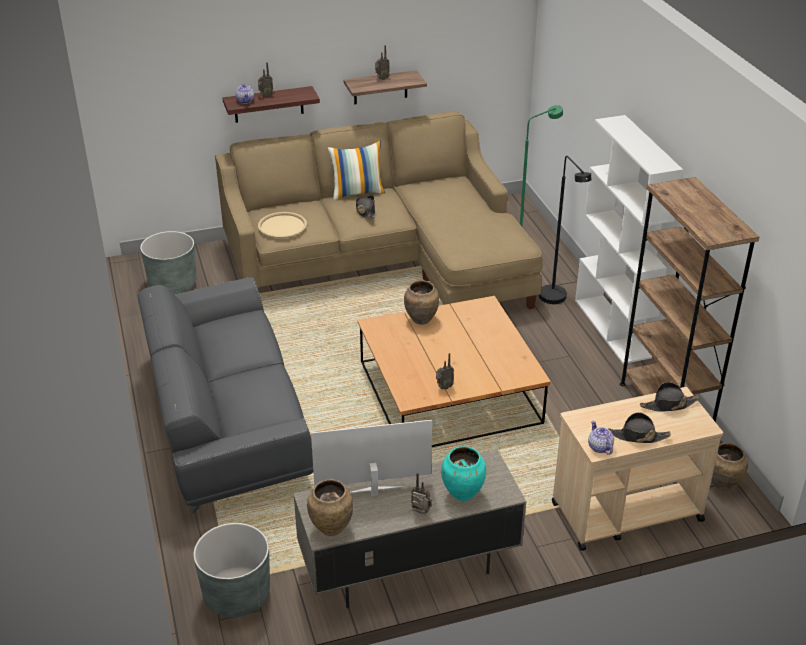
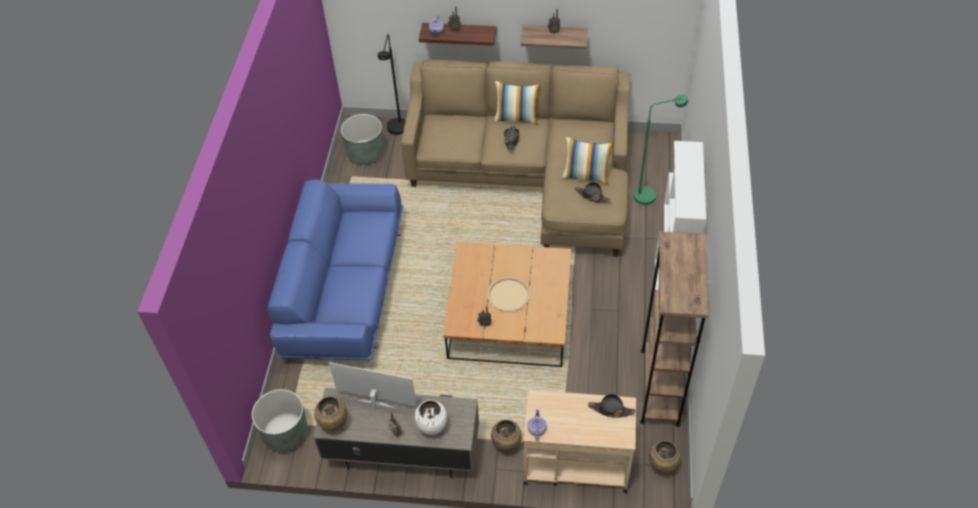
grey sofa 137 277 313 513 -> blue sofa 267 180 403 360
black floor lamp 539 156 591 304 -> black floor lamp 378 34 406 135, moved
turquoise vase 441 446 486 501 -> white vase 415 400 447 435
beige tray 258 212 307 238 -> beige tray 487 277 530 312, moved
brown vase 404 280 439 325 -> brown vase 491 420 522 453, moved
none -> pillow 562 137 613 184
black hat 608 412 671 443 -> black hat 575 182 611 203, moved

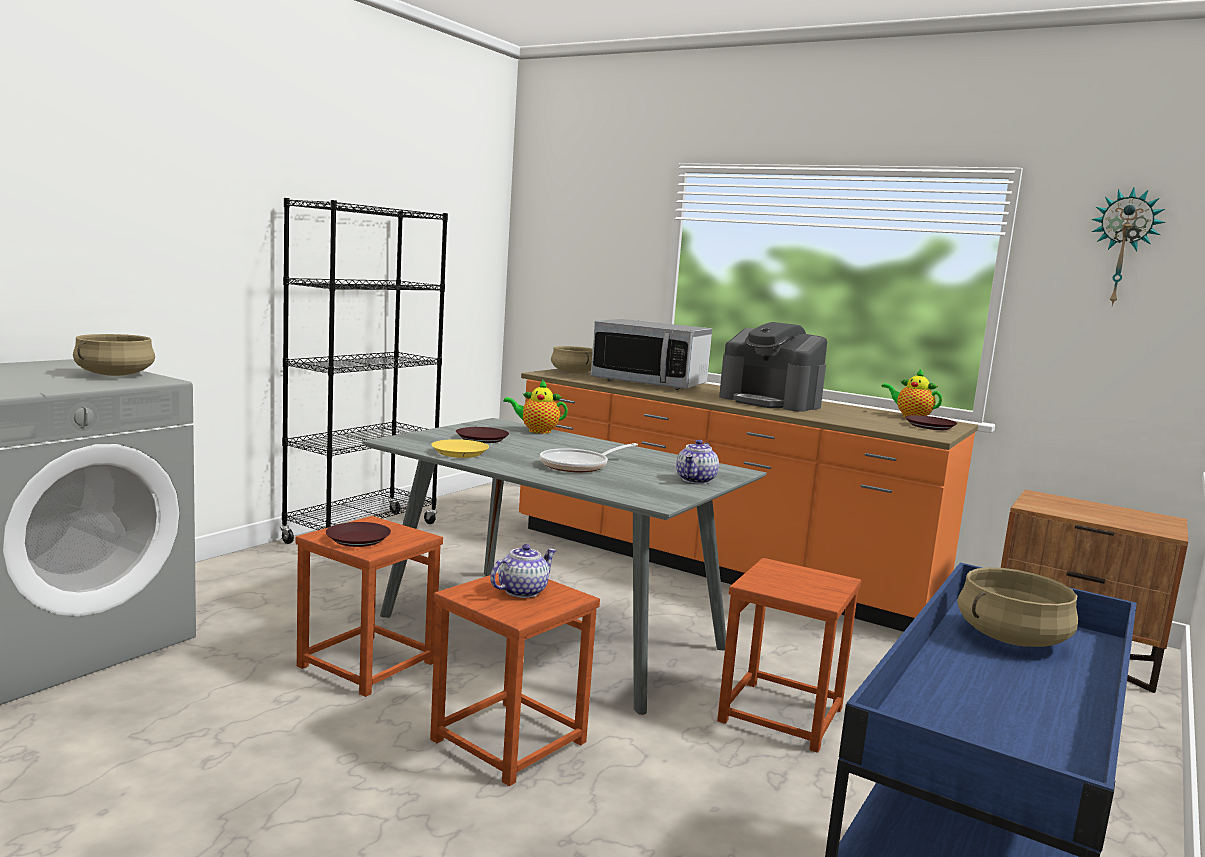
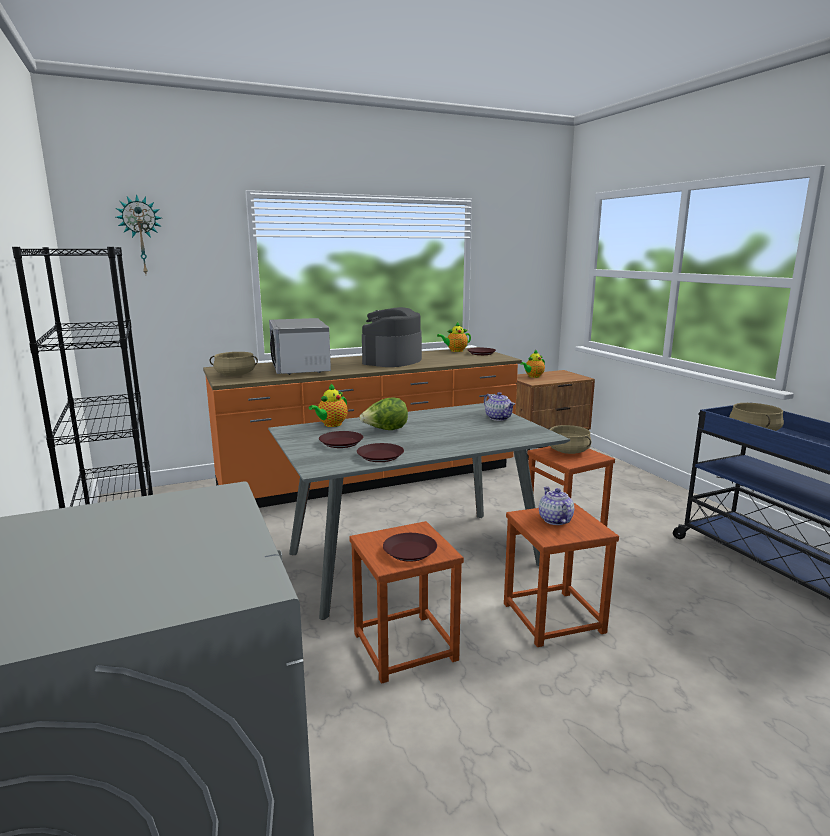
wall clock 1091 188 1165 306 -> wall clock 116 194 162 274, moved
microwave 591 319 712 390 -> microwave 269 318 331 375, 105 degrees clockwise
yellow plate 431 439 489 458 -> brown plate 357 443 404 462
none -> lettuce 359 397 408 430
coffee machine 719 322 827 412 -> coffee machine 362 307 422 367, 135 degrees clockwise
none -> teapot 521 349 545 378
beige cooking pot 73 334 155 376 -> beige cooking pot 548 425 591 454, moved
frying pan 540 443 638 472 -> none

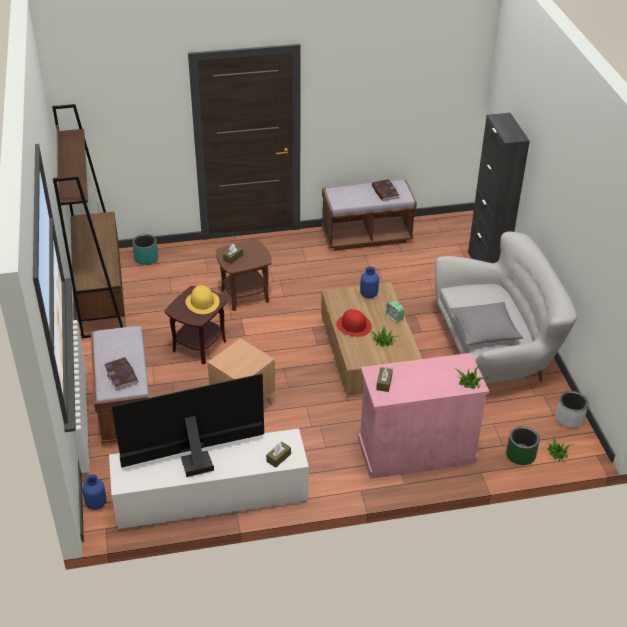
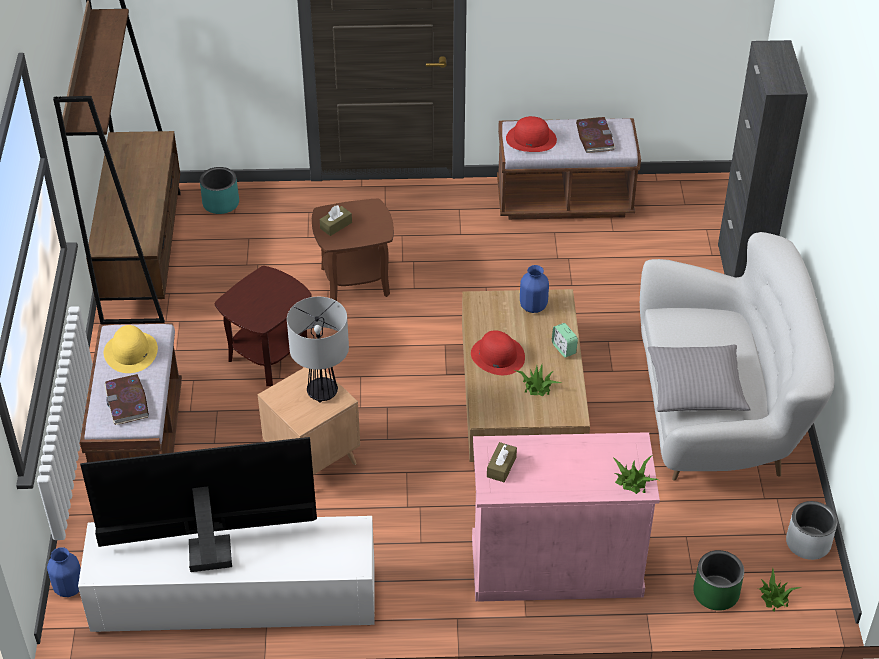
yellow hat 185 285 220 314 -> yellow hat 104 325 158 373, moved
none -> table lamp 287 297 349 403
none -> red hat 506 116 557 152
brown tissue box 266 442 291 468 -> none

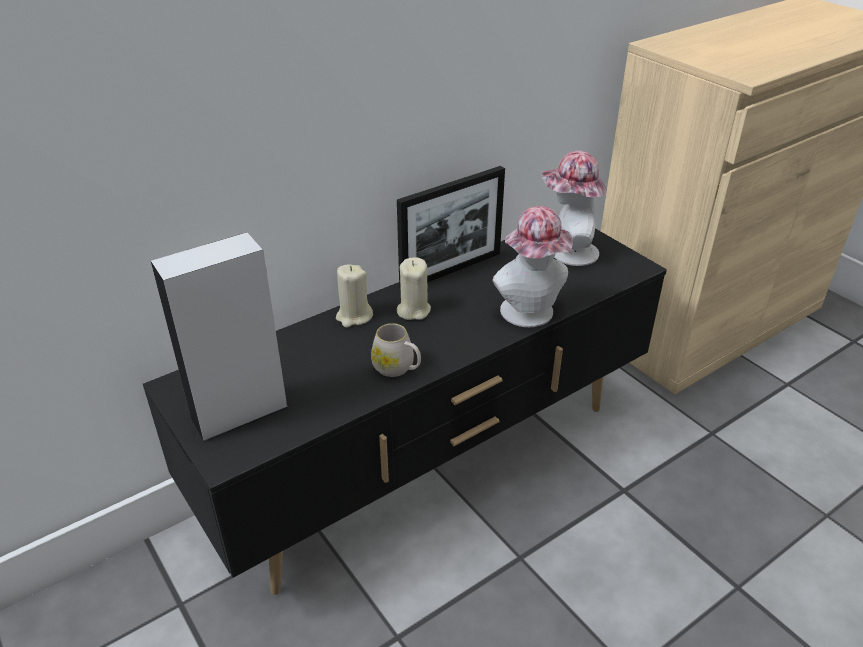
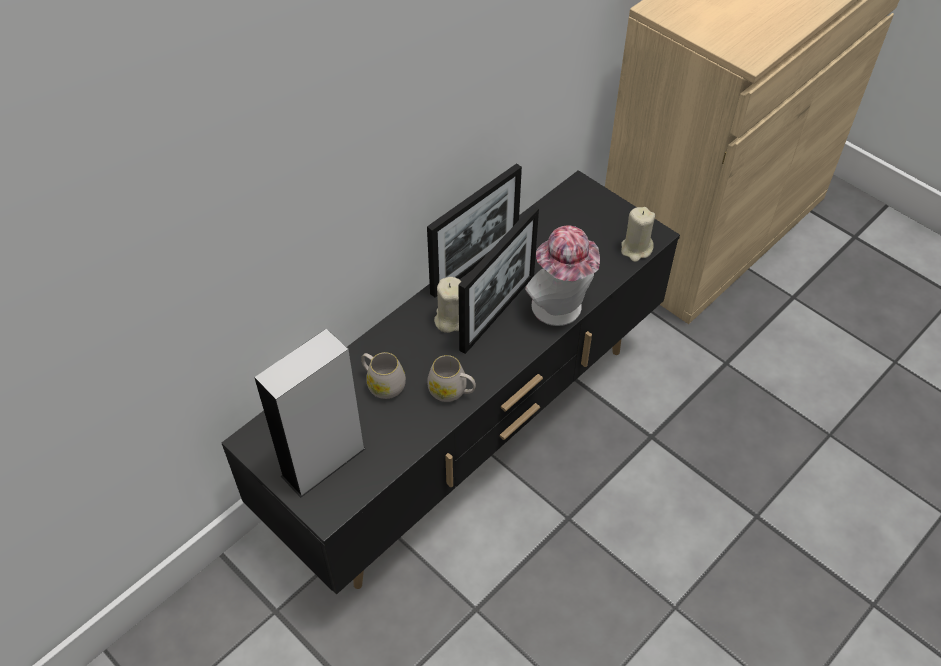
none -> white mug 361 352 406 399
none -> picture frame 458 206 539 354
beige candle 336 264 373 328 -> beige candle 621 207 656 262, moved
hat 541 151 607 266 -> none

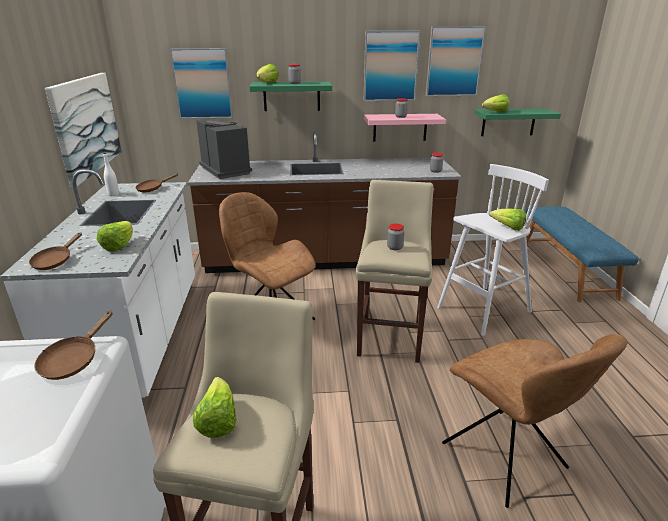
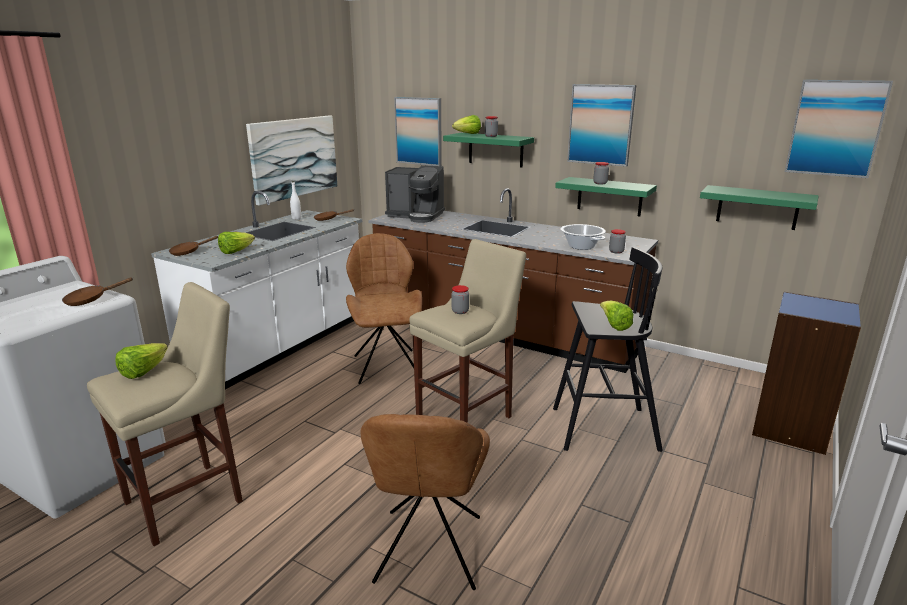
coffee machine 196 120 252 179 -> coffee machine 385 165 445 223, 105 degrees clockwise
white stool 437 164 549 336 -> black stool 553 247 663 452
pink shelf 364 114 446 142 -> green shelf 555 177 657 216
none -> cooking pot 561 224 606 250
blue bench 526 206 639 302 -> blue bookcase 752 292 861 455
picture 426 26 486 96 -> picture 785 80 893 178, moved
lettuce 482 94 509 112 -> none

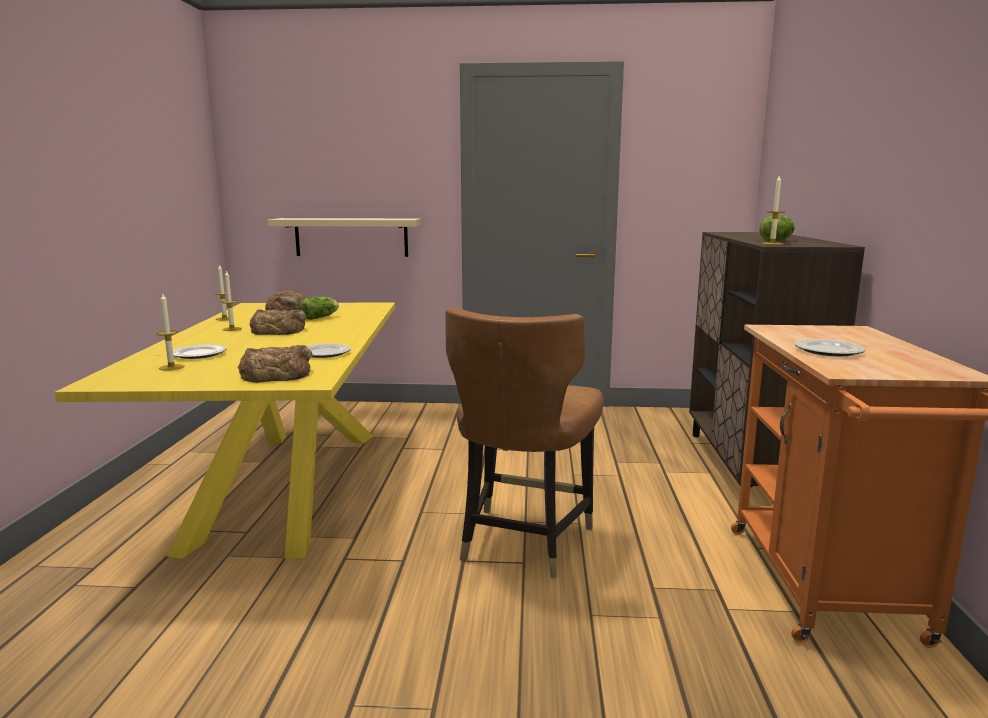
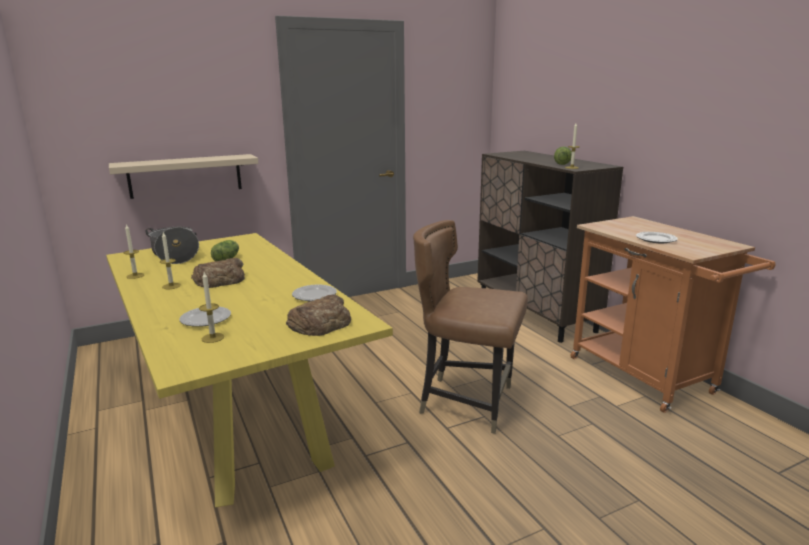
bread 265 290 305 311 -> cooking pot 146 227 199 264
brown chair 445 307 603 578 -> brown chair 413 220 528 434, 120 degrees clockwise

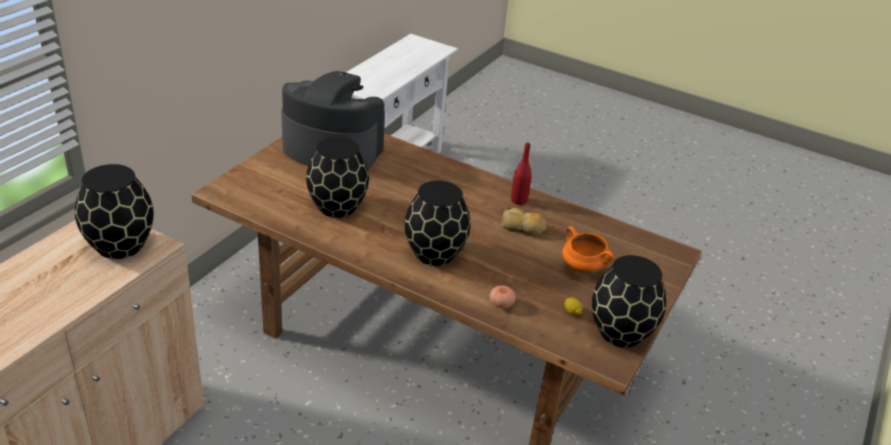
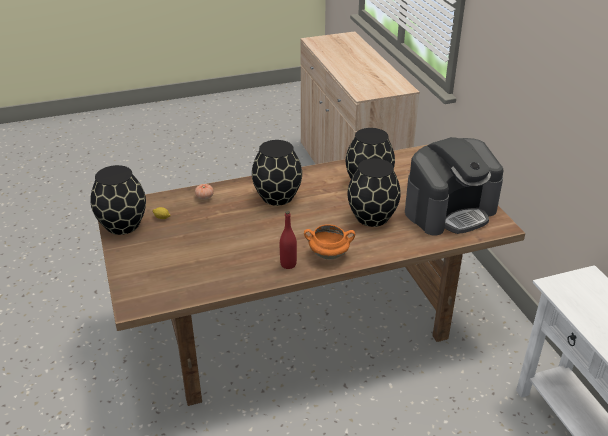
orange cooking pot 562 226 614 274 -> orange cooking pot 304 225 355 260, moved
black vase 75 164 154 259 -> black vase 347 158 401 227, moved
bread 501 208 547 236 -> none

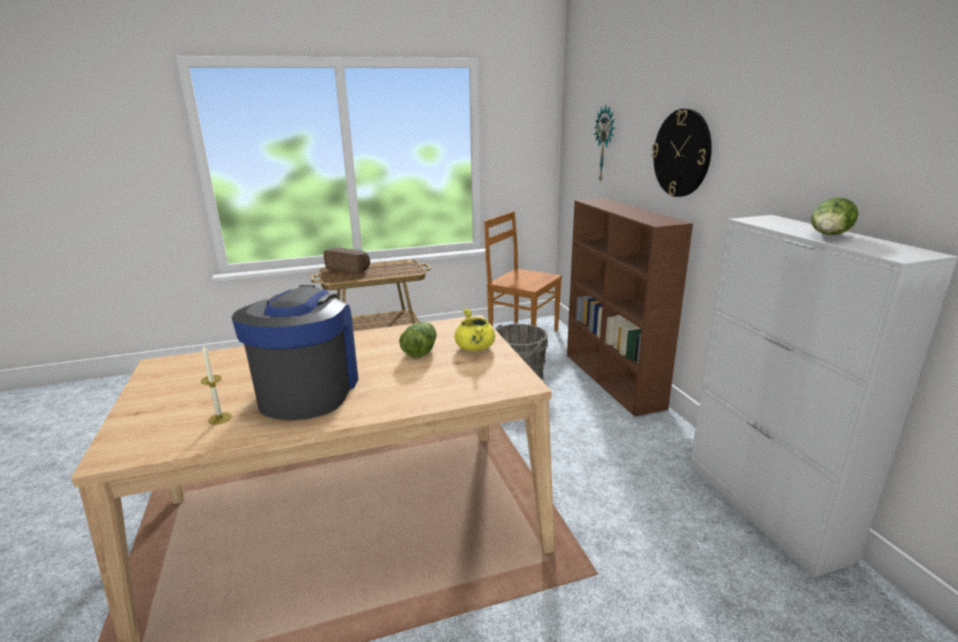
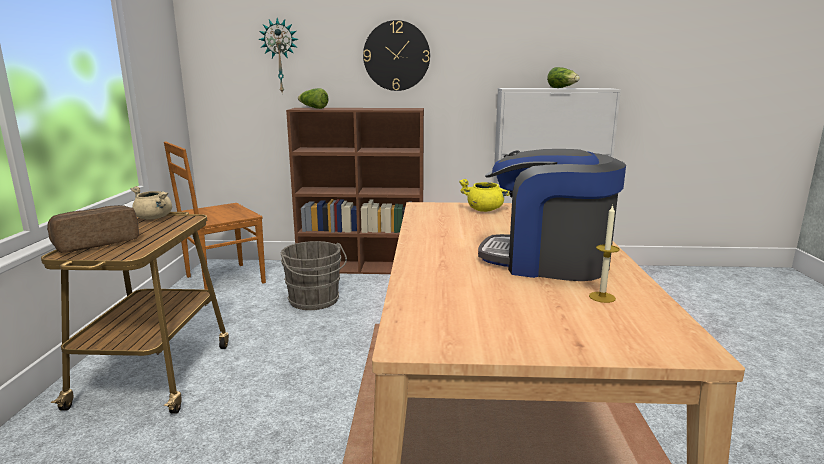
none -> beige cooking pot 130 186 172 220
lettuce 399 322 437 358 -> lettuce 298 88 329 109, moved

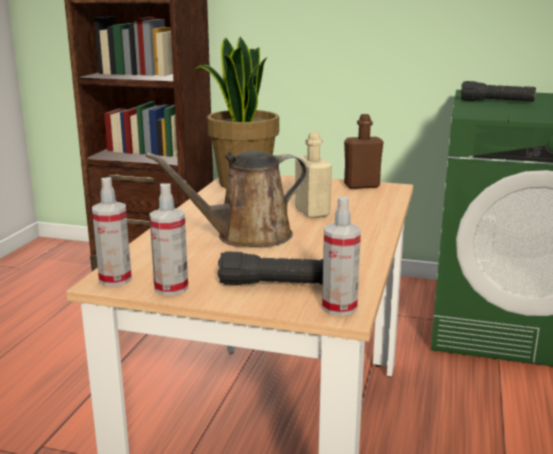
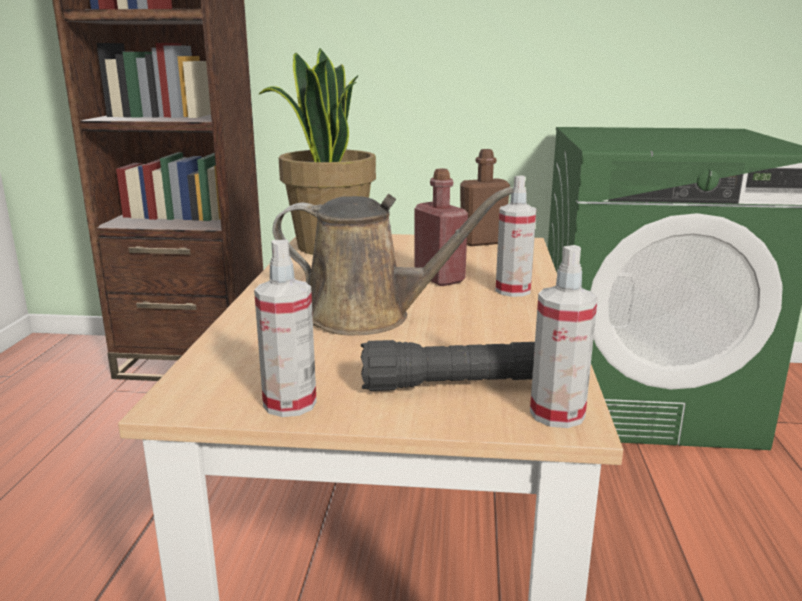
brown watering can 145 151 308 247 -> brown watering can 273 187 513 336, 135 degrees counterclockwise
beige bottle 295 132 332 218 -> red bottle 414 168 468 286
spray bottle 92 177 132 286 -> spray bottle 495 175 536 297, moved
black flashlight 460 81 536 102 -> none

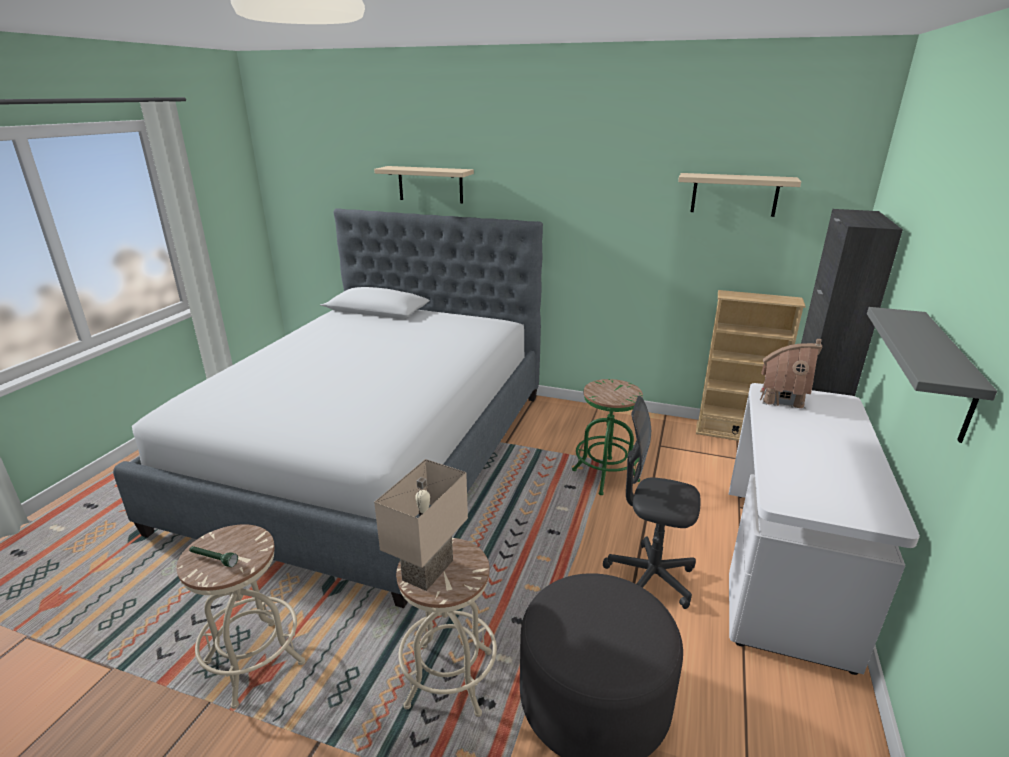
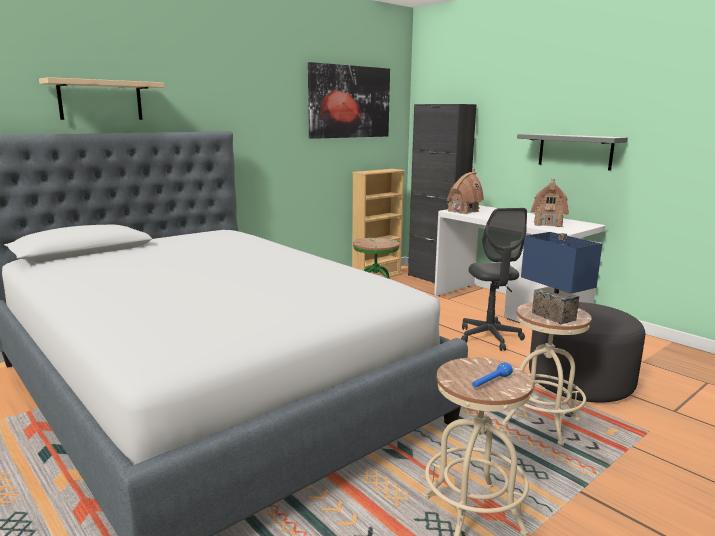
beige shelf 678 173 801 217 -> picture 308 62 390 139
grey office chair 603 396 701 609 -> grey office chair 461 208 527 351, 60 degrees counterclockwise
green flashlight 189 546 238 567 -> blue flashlight 472 362 513 388
beige table lamp 374 459 468 591 -> blue table lamp 521 232 602 324
none -> toy house 531 179 569 227

